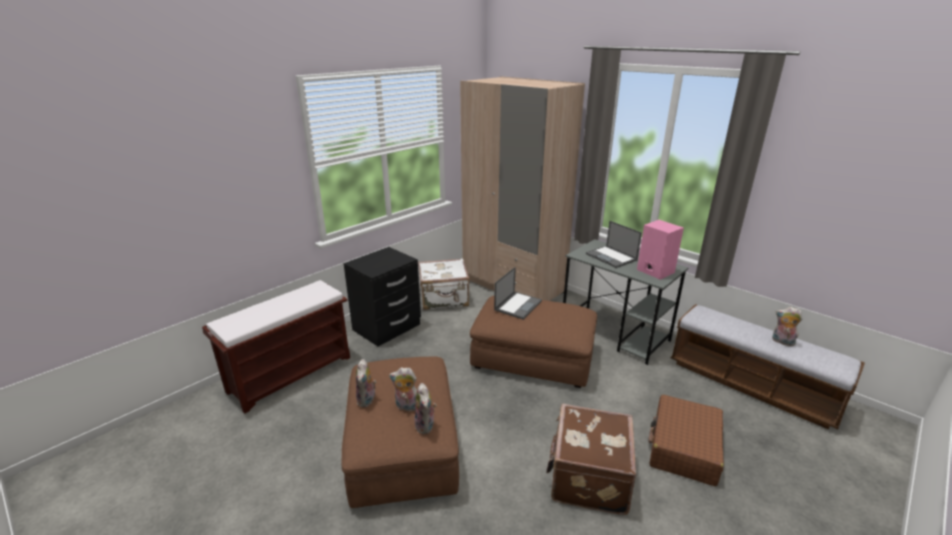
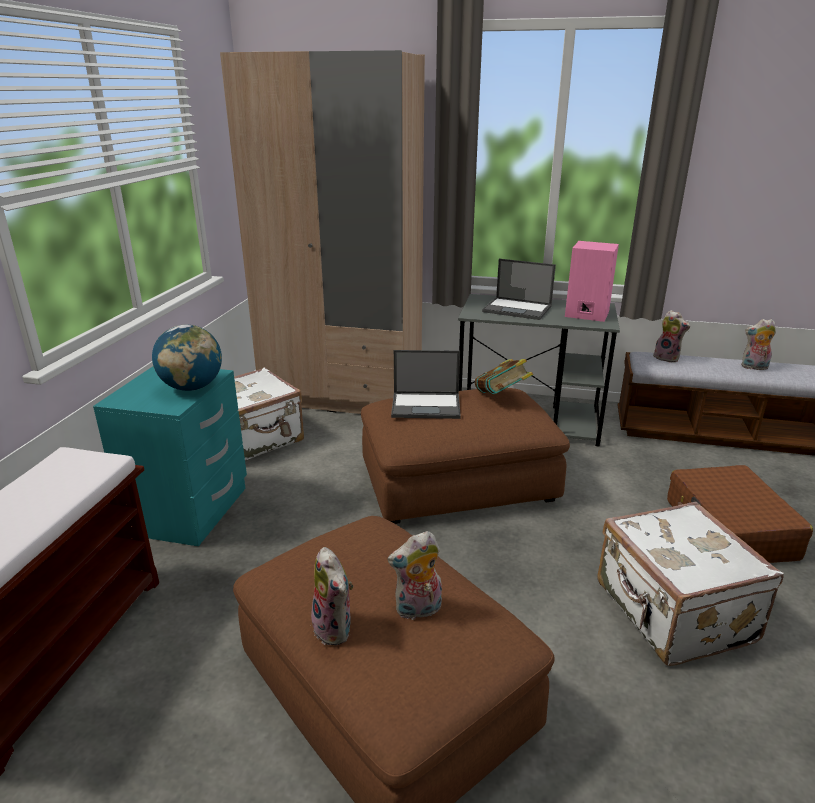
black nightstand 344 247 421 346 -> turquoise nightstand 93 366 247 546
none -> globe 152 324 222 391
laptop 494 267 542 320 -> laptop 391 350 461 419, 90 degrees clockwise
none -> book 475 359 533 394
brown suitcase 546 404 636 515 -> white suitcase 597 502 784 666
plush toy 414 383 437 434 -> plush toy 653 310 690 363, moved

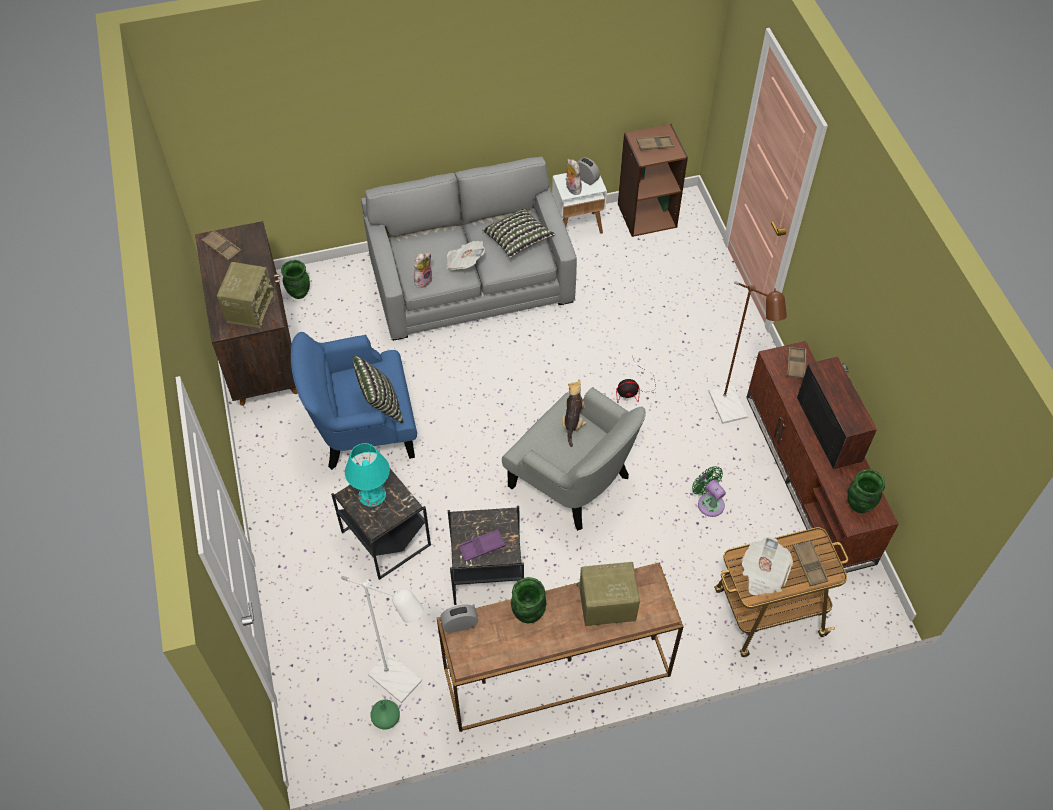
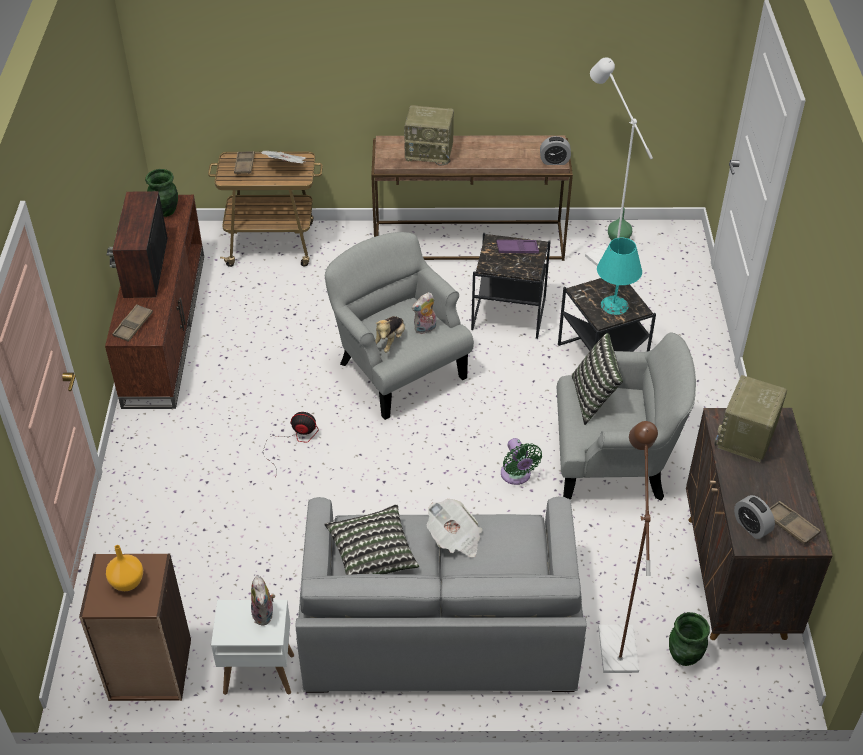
brown tray 636 136 674 150 -> orange vase 106 545 143 591
plush toy 414 252 432 290 -> plush toy 412 292 436 334, moved
green fan 692 466 726 517 -> green fan 501 438 542 485, moved
blue armchair 291 332 417 470 -> grey armchair 557 333 696 501
brown floor lamp 709 281 787 424 -> brown floor lamp 598 421 658 673, moved
alarm clock 577 157 600 185 -> alarm clock 734 495 775 539, moved
green vase 511 577 547 624 -> none

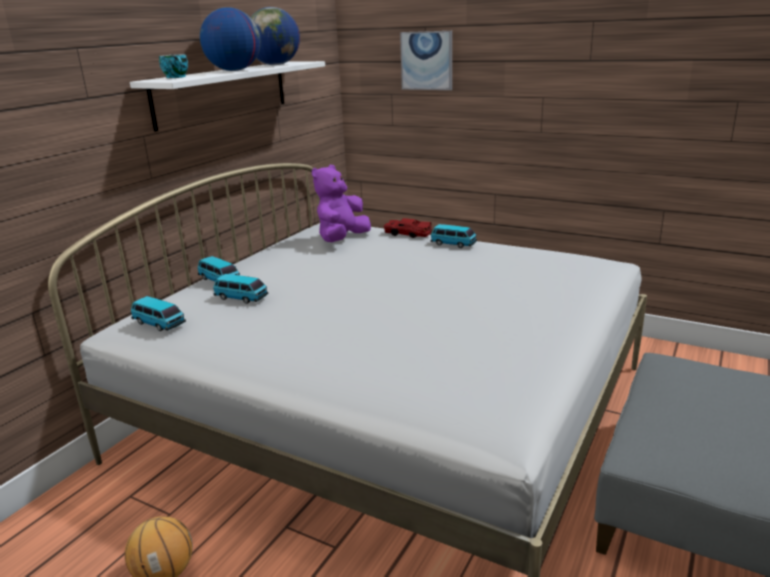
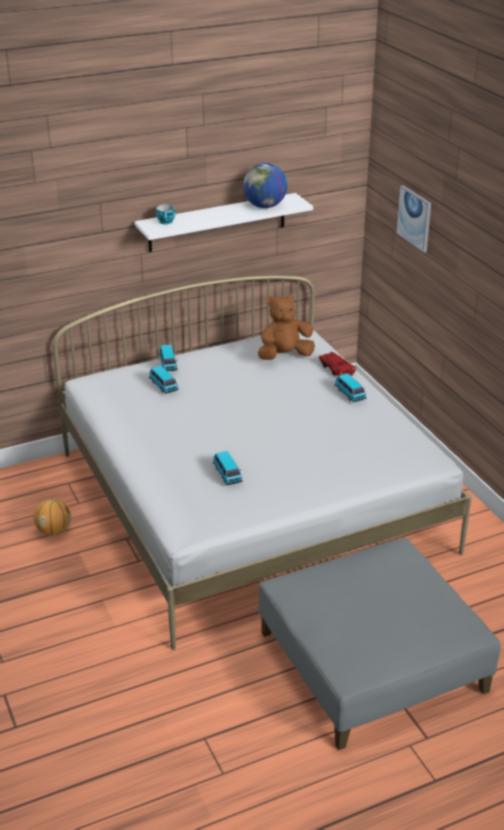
toy car 131 296 186 331 -> toy car 213 451 243 485, moved
purple plush toy 312 165 371 242 -> brown plush toy 258 294 315 360
globe 200 7 261 71 -> none

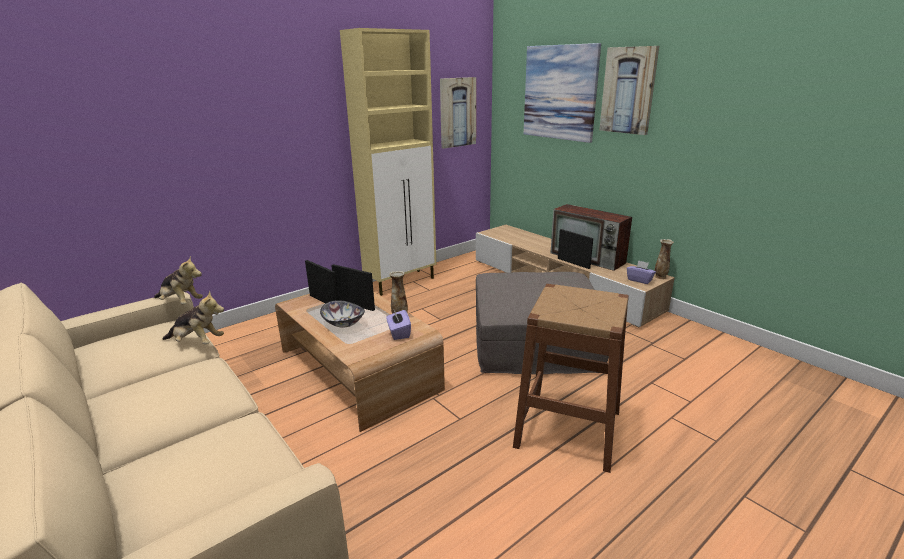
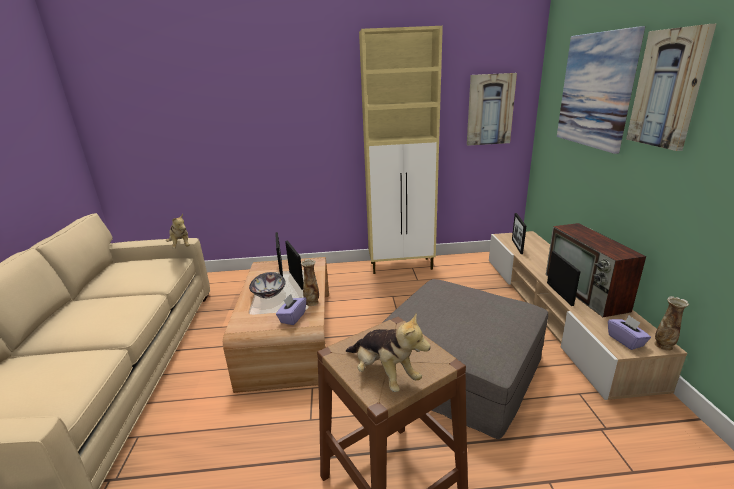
plush toy 163 290 224 344 -> plush toy 346 313 431 392, moved
none -> picture frame 512 213 526 254

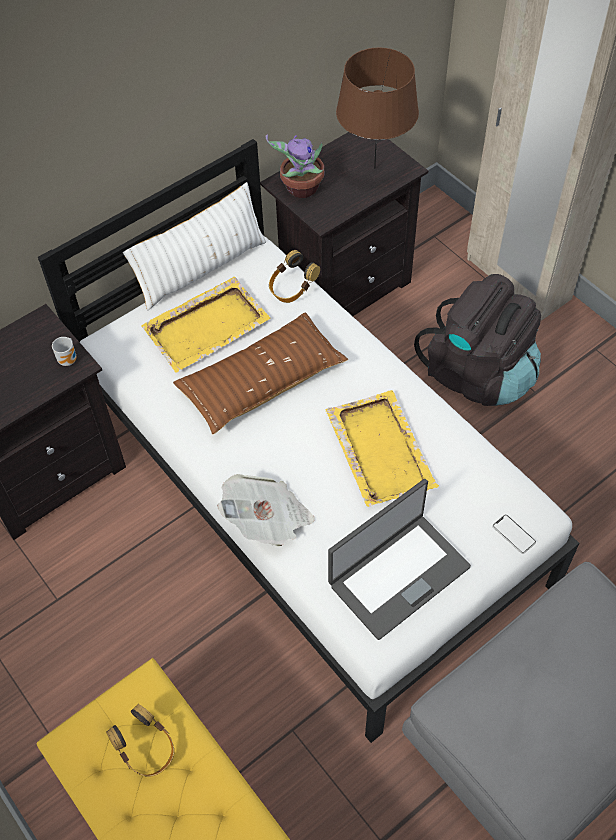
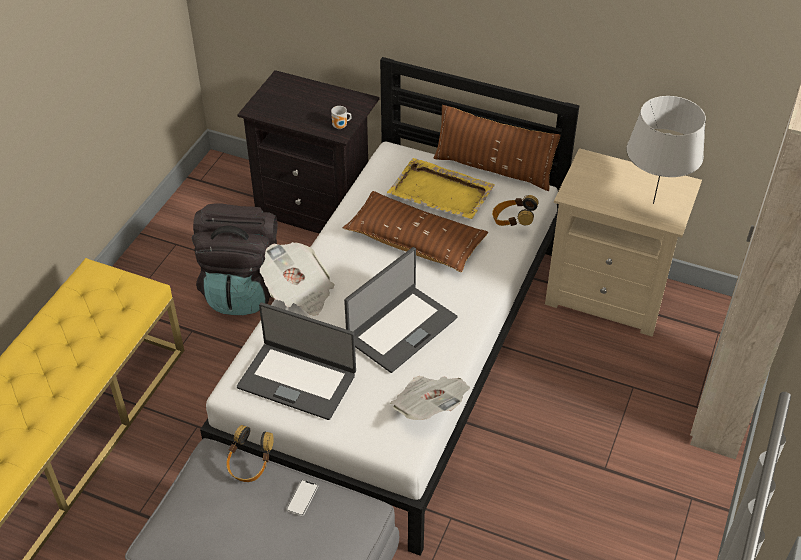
black backpack 414 274 541 406 -> black backpack 192 203 277 315, moved
headphones 106 704 174 777 -> headphones 227 425 274 482, moved
phone 492 515 536 554 -> phone 286 480 318 516, moved
yellow tray 326 390 439 507 -> laptop 344 247 458 373
none -> newspaper 390 376 470 420
white pillow 123 182 266 311 -> brown pillow 433 105 561 191
black nightstand 260 132 428 316 -> beige nightstand 545 148 702 337
brown table lamp 336 47 419 169 -> grey table lamp 627 96 706 204
potted plant 266 135 324 198 -> none

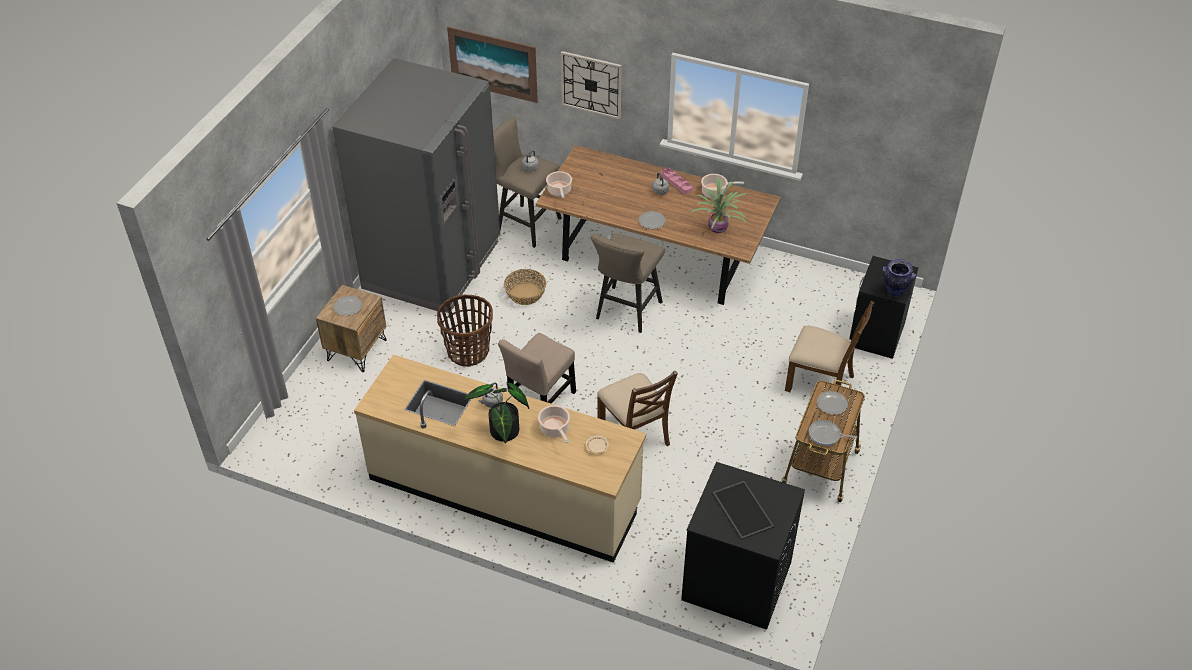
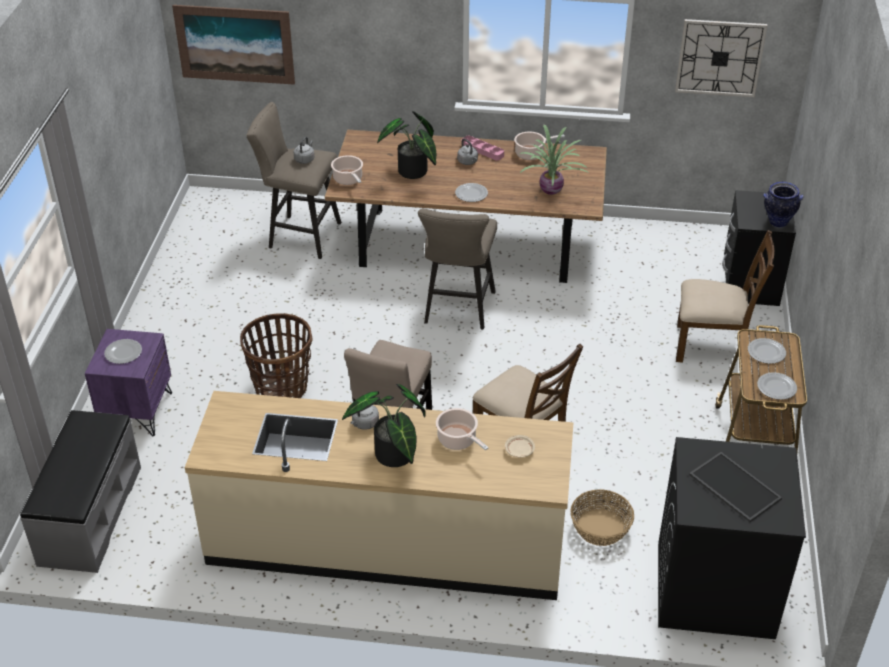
none -> grey bench 20 410 141 573
brown nightstand 316 285 387 372 -> purple nightstand 85 329 172 436
none -> potted plant 377 111 437 179
basket 504 269 546 305 -> basket 571 489 634 546, moved
wall clock 561 51 622 120 -> wall clock 675 19 767 97, moved
frying pan 809 420 857 446 -> plate 757 372 797 400
grey fridge 332 58 500 313 -> none

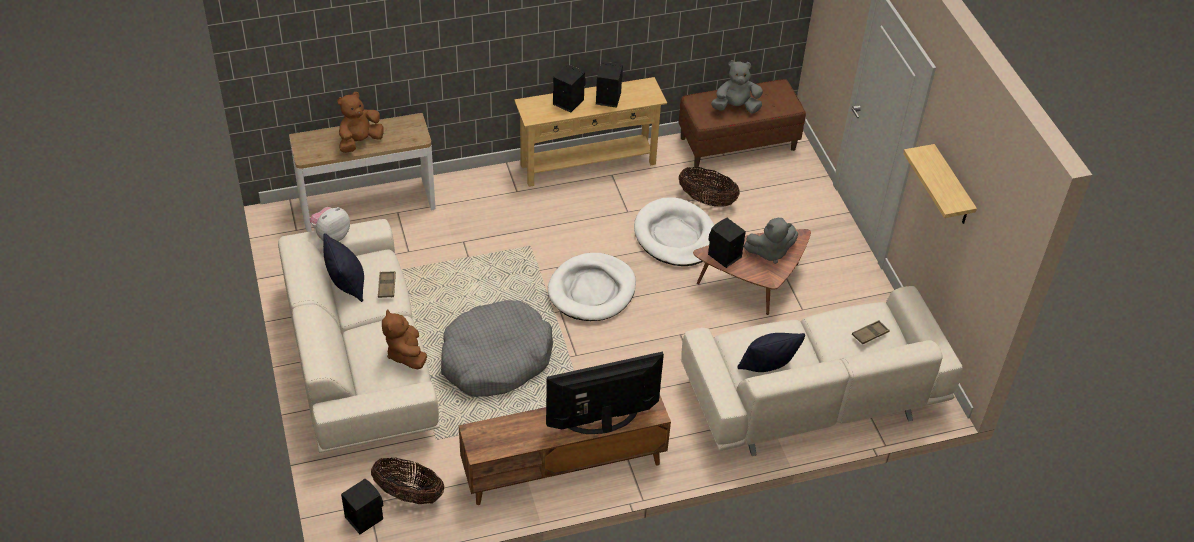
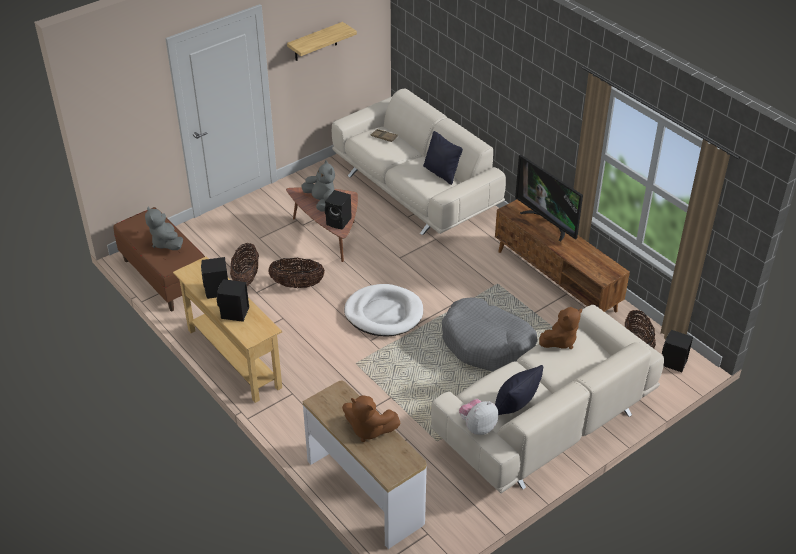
white dog bed 634 197 714 266 -> basket 268 258 325 288
plush toy 310 207 350 241 -> plush toy 459 399 498 435, 120 degrees clockwise
brown tray 378 271 396 298 -> none

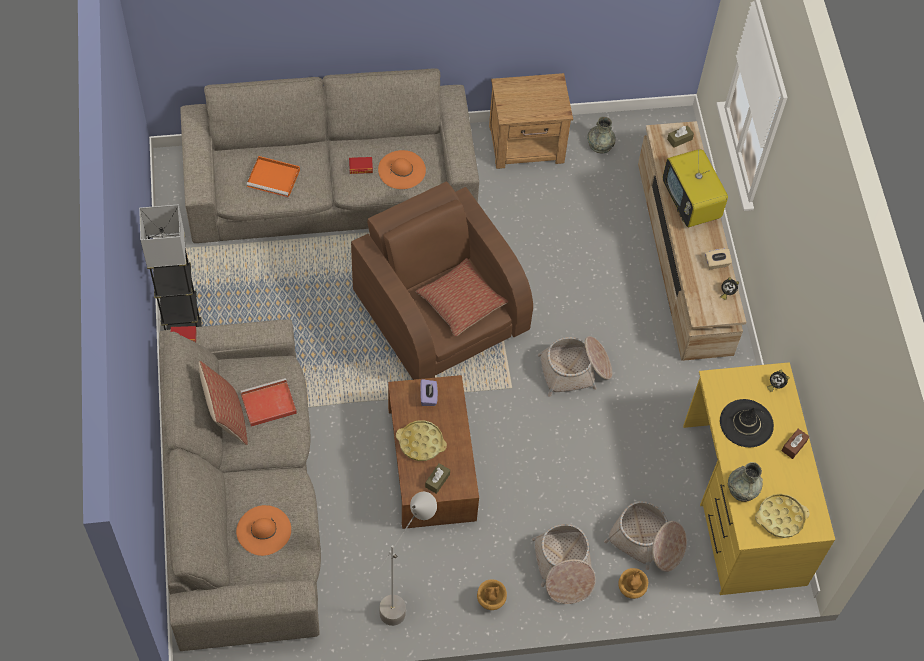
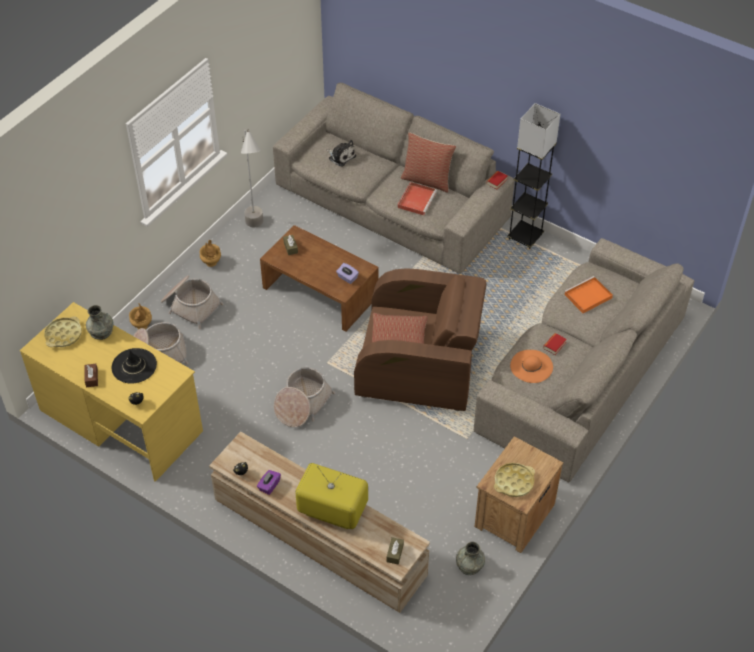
beige tissue box 705 248 732 269 -> purple tissue box 257 470 281 495
orange hat 236 505 291 556 -> plush toy 327 140 356 167
yellow tray 396 420 447 461 -> yellow tray 494 463 535 497, moved

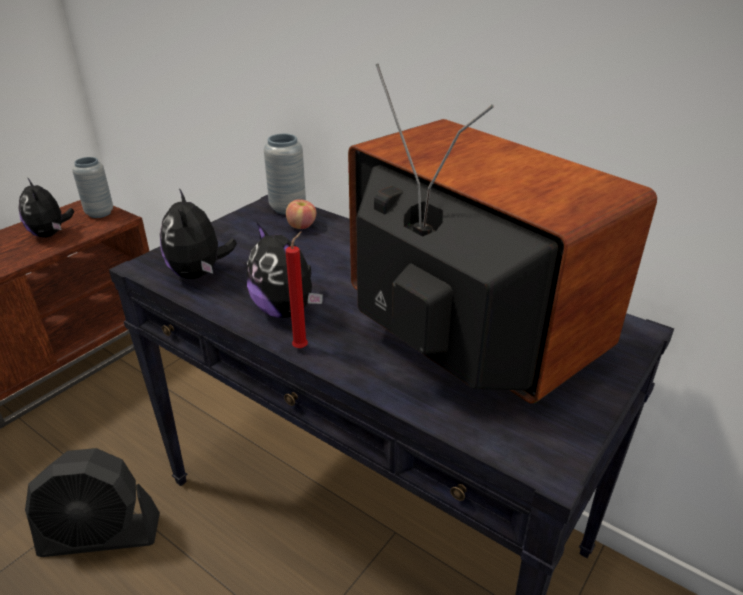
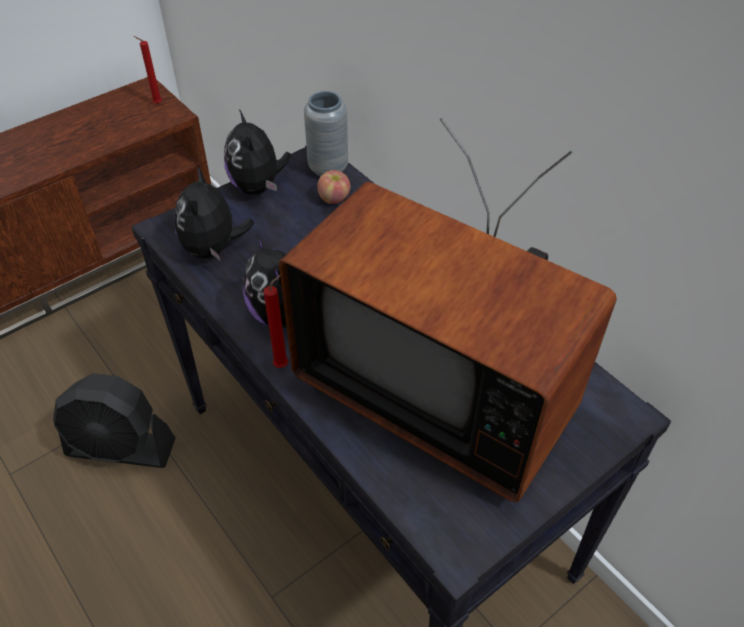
grey vase 72 157 113 218 -> red candle 133 36 162 104
plush toy 18 177 74 238 -> plush toy 224 109 291 195, moved
television 348 64 657 404 -> television 279 118 617 502, 150 degrees clockwise

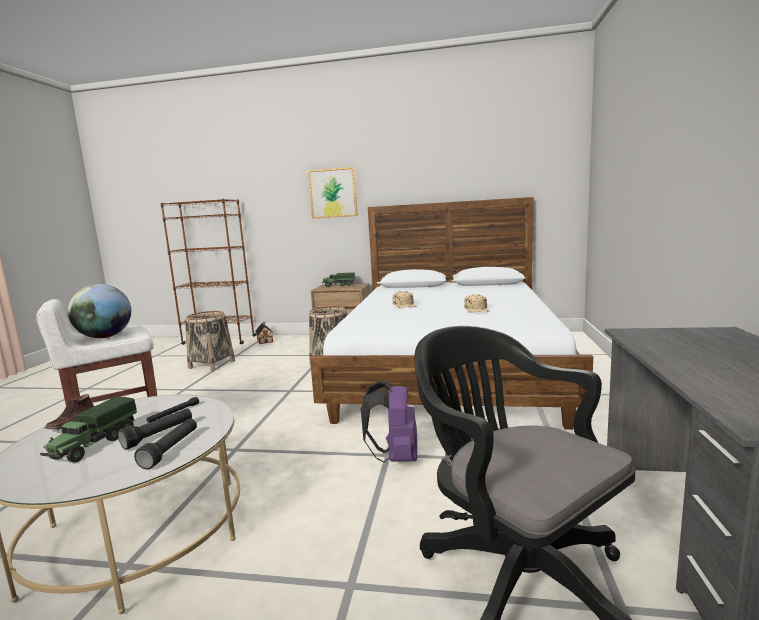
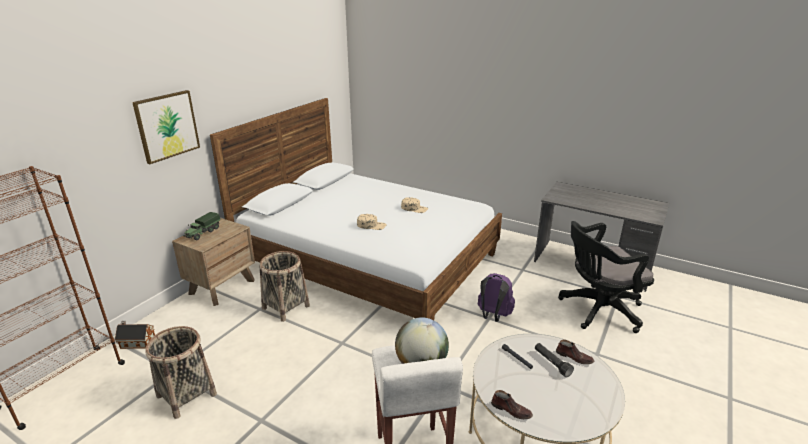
black flashlight 134 419 197 469 -> brown shoe 556 340 594 364
toy truck 40 397 137 462 -> none

